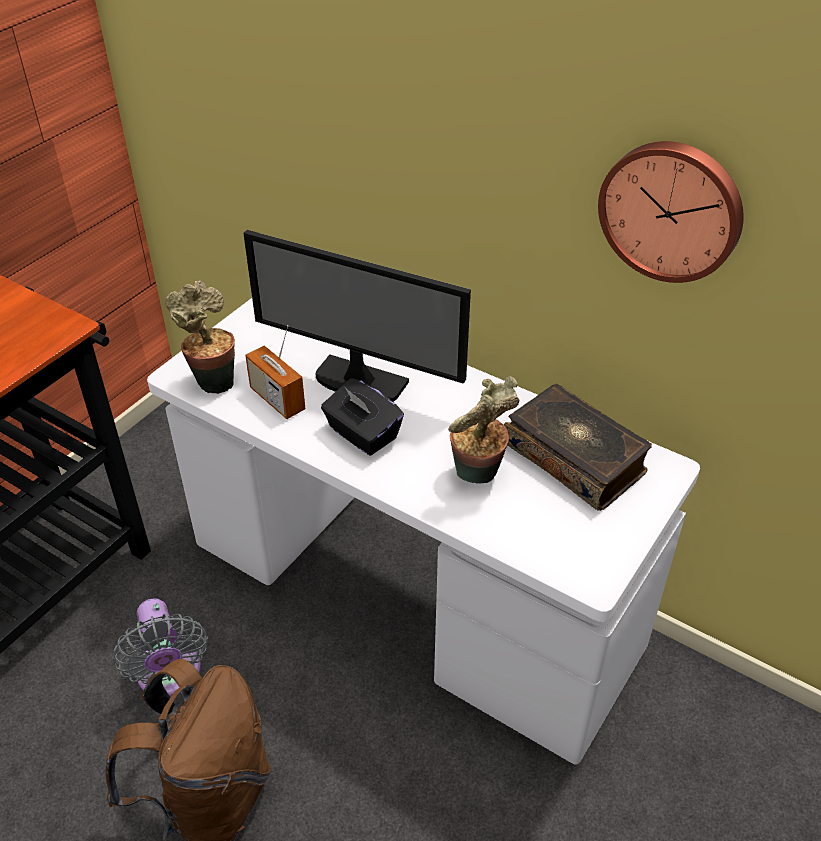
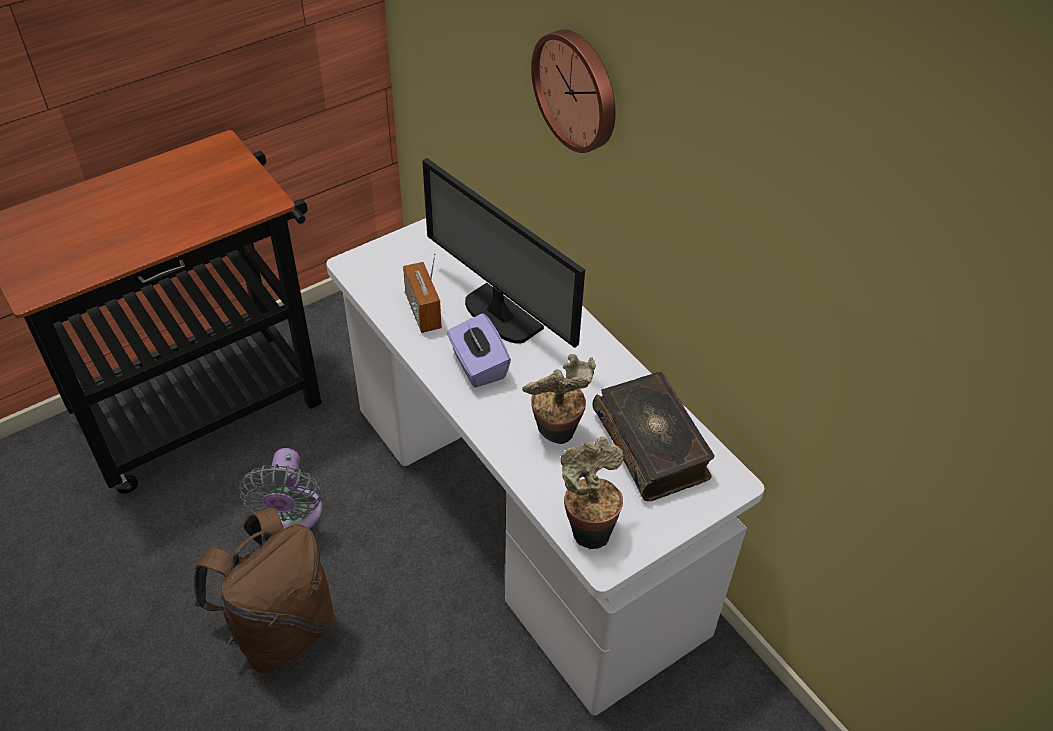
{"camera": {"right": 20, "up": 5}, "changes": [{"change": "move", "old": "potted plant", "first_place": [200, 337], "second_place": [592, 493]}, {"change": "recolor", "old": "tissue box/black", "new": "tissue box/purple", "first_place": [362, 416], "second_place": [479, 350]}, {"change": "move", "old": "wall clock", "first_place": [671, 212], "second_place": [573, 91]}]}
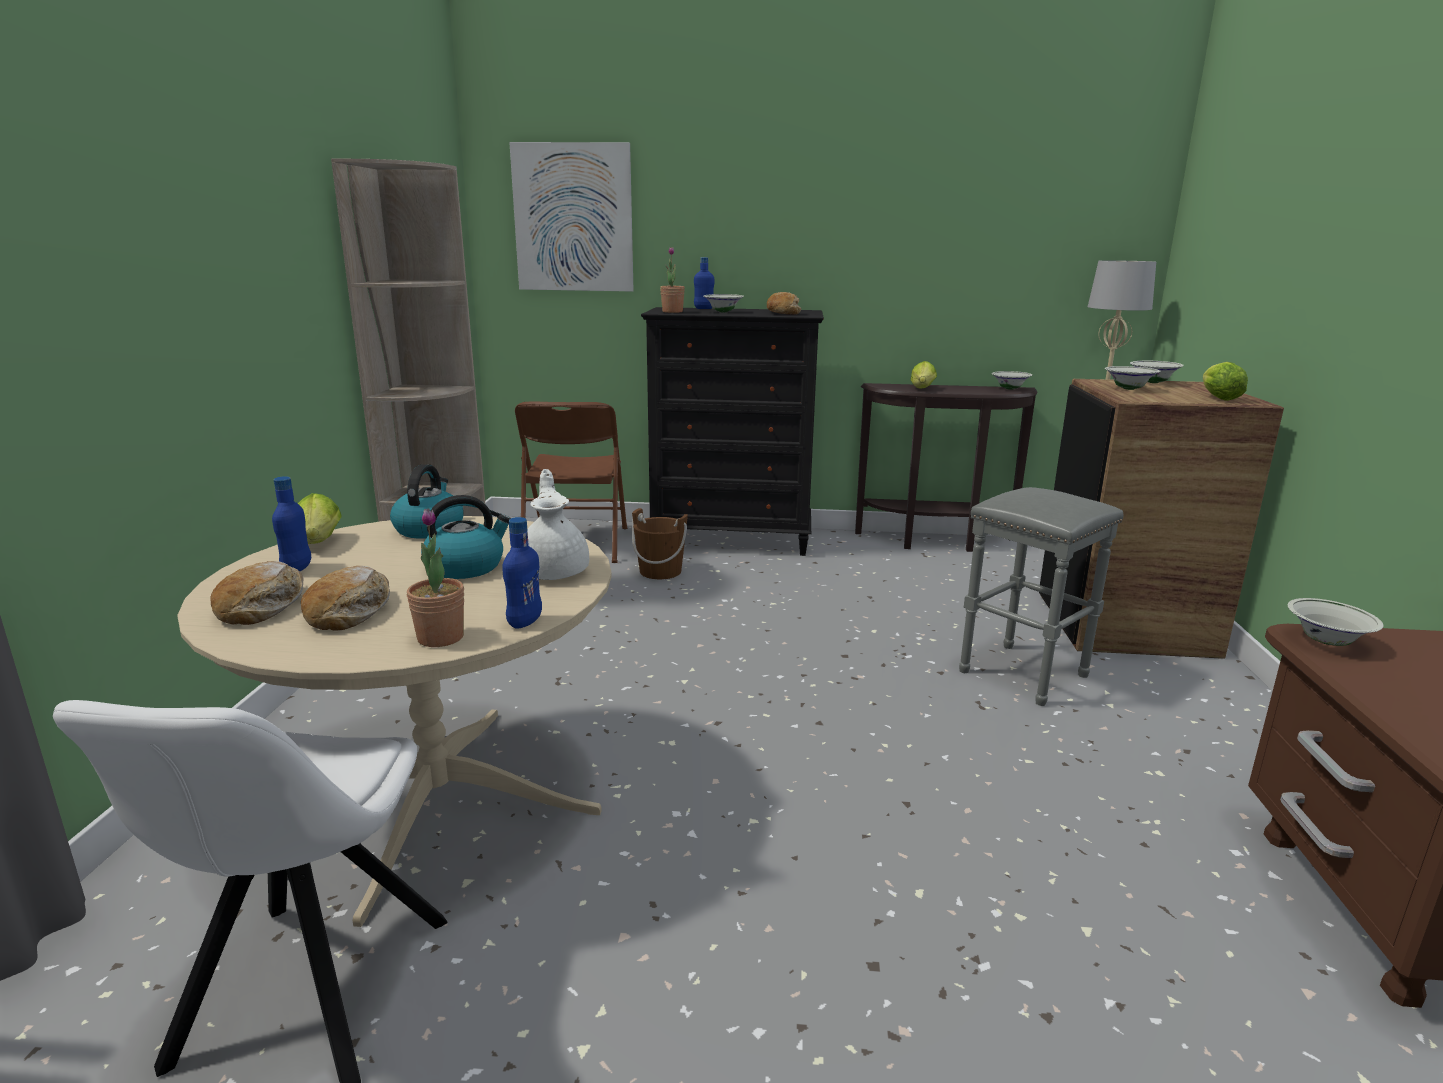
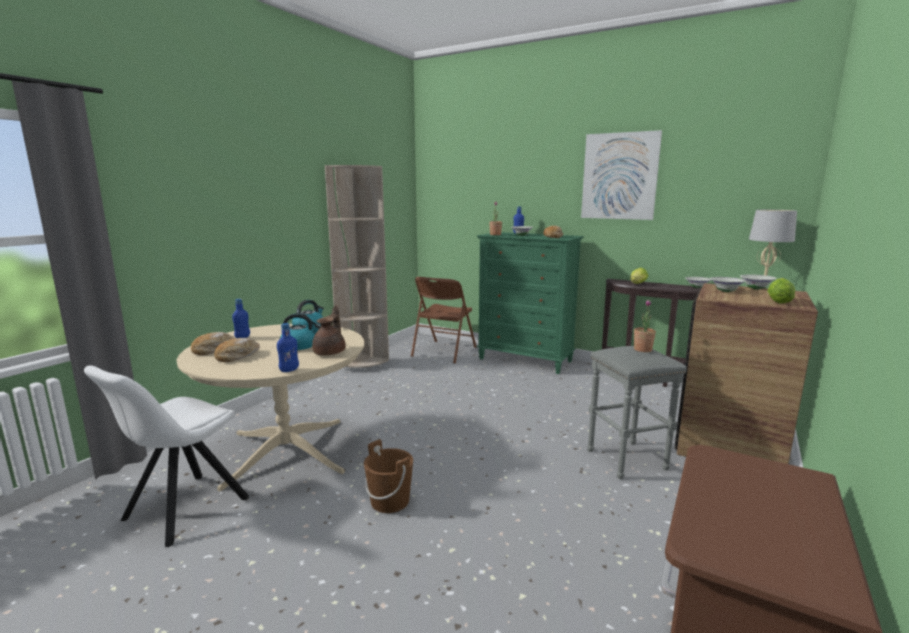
{"camera": {"right": 25, "up": -5}, "changes": [{"change": "delete", "old": "lettuce", "first_place": [320, 518]}, {"change": "move", "old": "potted plant", "first_place": [435, 577], "second_place": [645, 326]}, {"change": "move", "old": "picture", "first_place": [571, 217], "second_place": [621, 175]}, {"change": "recolor", "old": "teapot/white", "new": "teapot/brown", "first_place": [558, 524], "second_place": [329, 330]}, {"change": "move", "old": "bucket/brown", "first_place": [660, 543], "second_place": [388, 476]}, {"change": "recolor", "old": "dresser/black", "new": "dresser/green", "first_place": [732, 431], "second_place": [530, 303]}, {"change": "delete", "old": "bowl/white", "first_place": [1336, 622]}]}
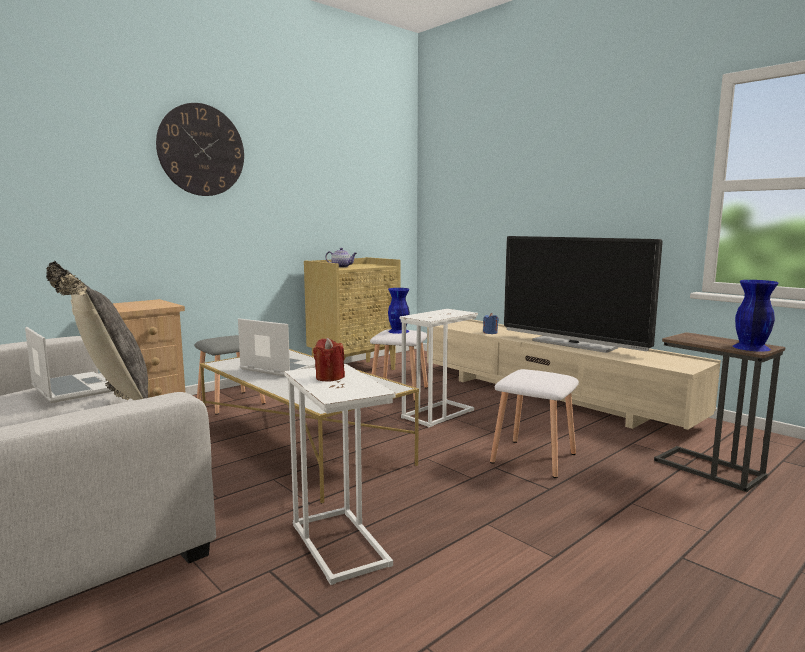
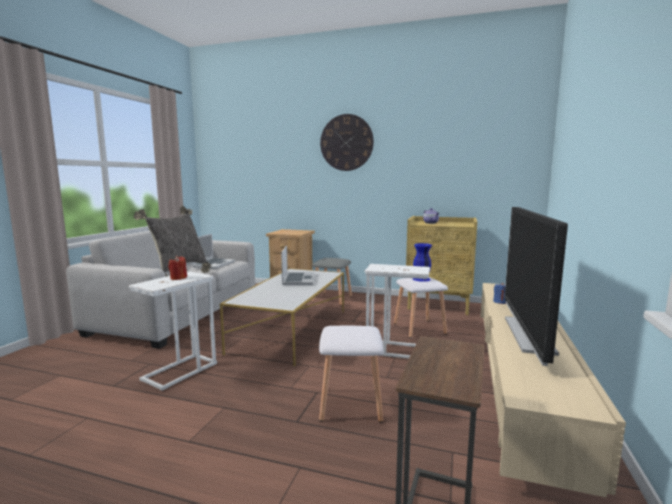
{"camera": {"right": 60, "up": 0}, "changes": [{"change": "delete", "old": "vase/blue", "first_place": [756, 316]}]}
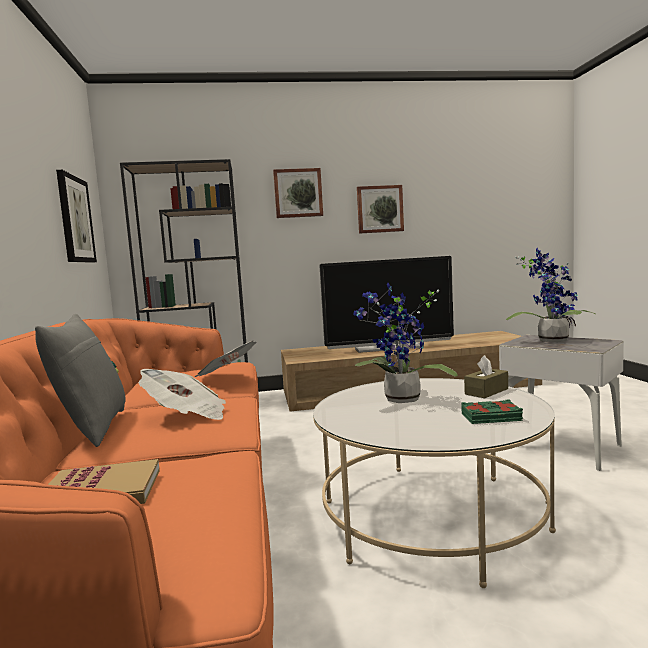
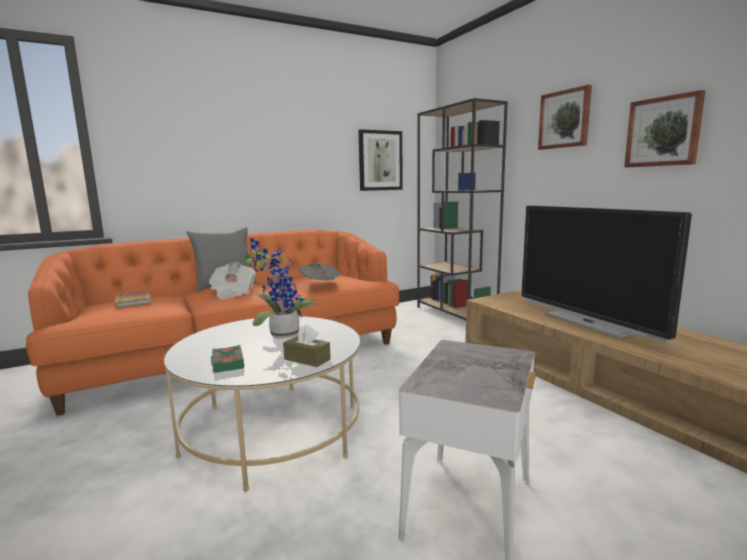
{"camera": {"right": 70, "up": 5}, "changes": [{"change": "delete", "old": "potted plant", "first_place": [551, 295]}]}
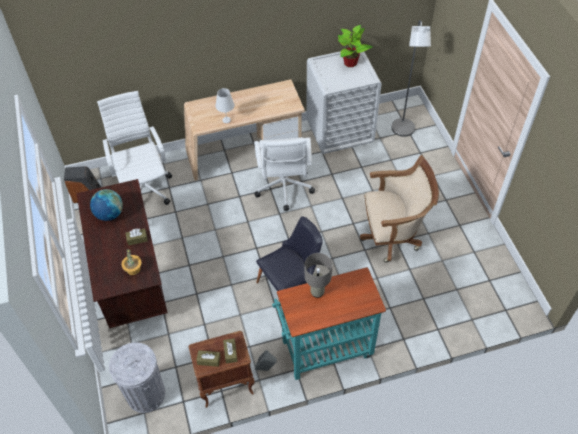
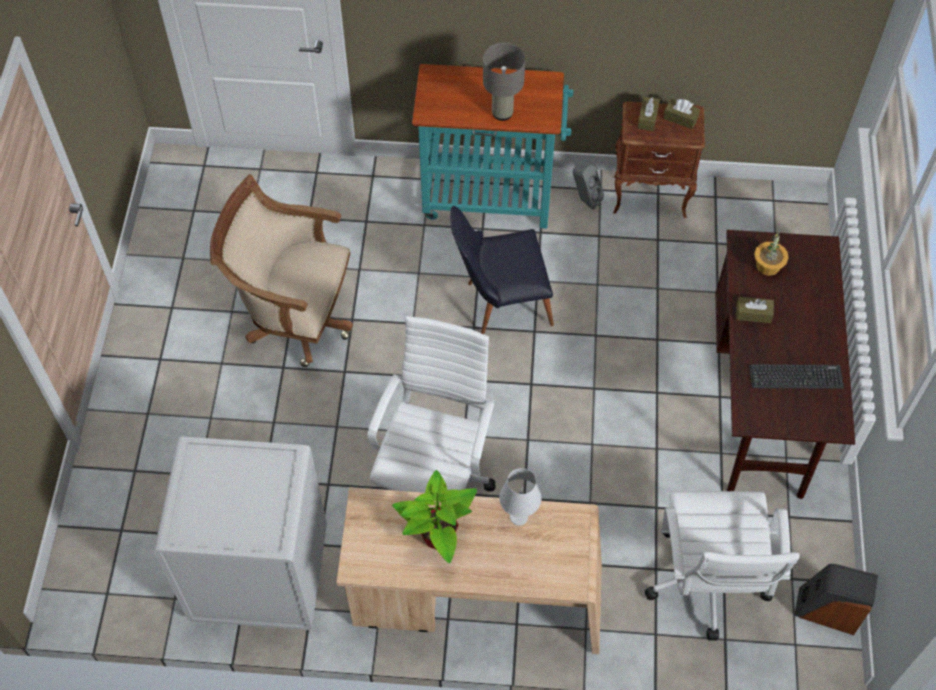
{"camera": {"right": -160, "up": 5}, "changes": [{"change": "replace", "old": "globe", "new": "keyboard", "first_place": [106, 205], "second_place": [796, 376]}, {"change": "delete", "old": "trash can/grey", "first_place": [137, 377]}, {"change": "move", "old": "potted plant", "first_place": [355, 46], "second_place": [434, 516]}, {"change": "delete", "old": "floor lamp/grey", "first_place": [411, 78]}]}
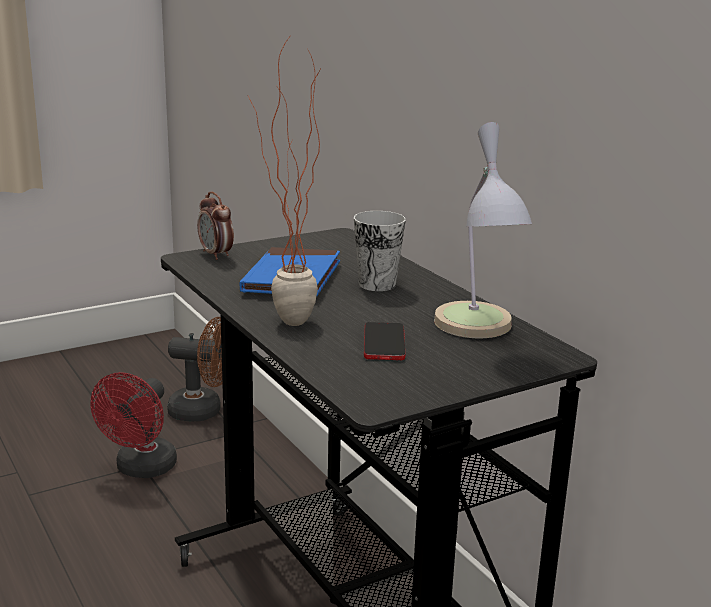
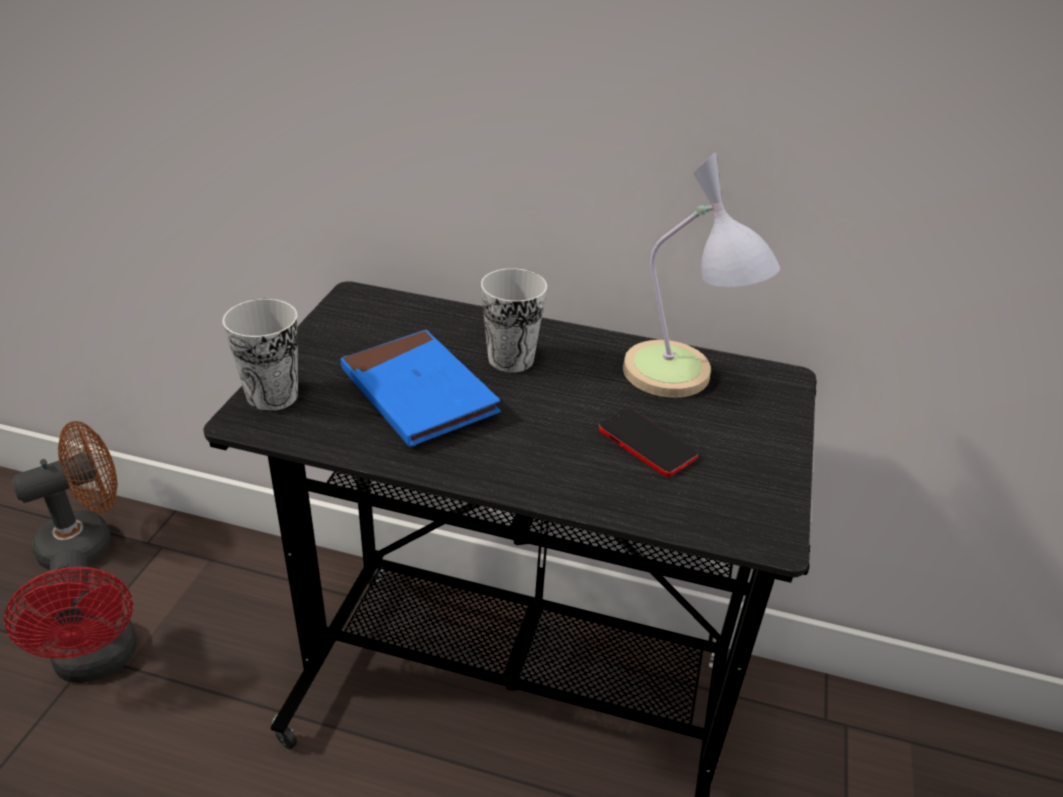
{"camera": {"right": -45, "up": 15}, "changes": [{"change": "replace", "old": "alarm clock", "new": "cup", "first_place": [215, 225], "second_place": [260, 355]}, {"change": "delete", "old": "potted plant", "first_place": [284, 180]}]}
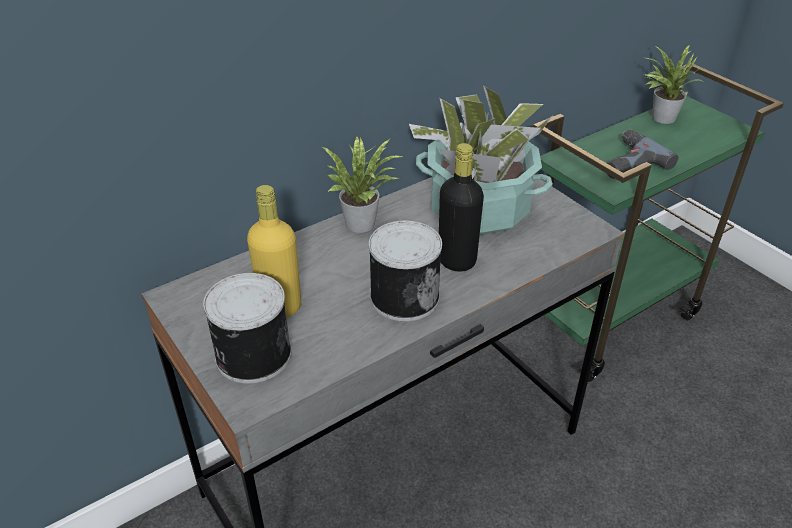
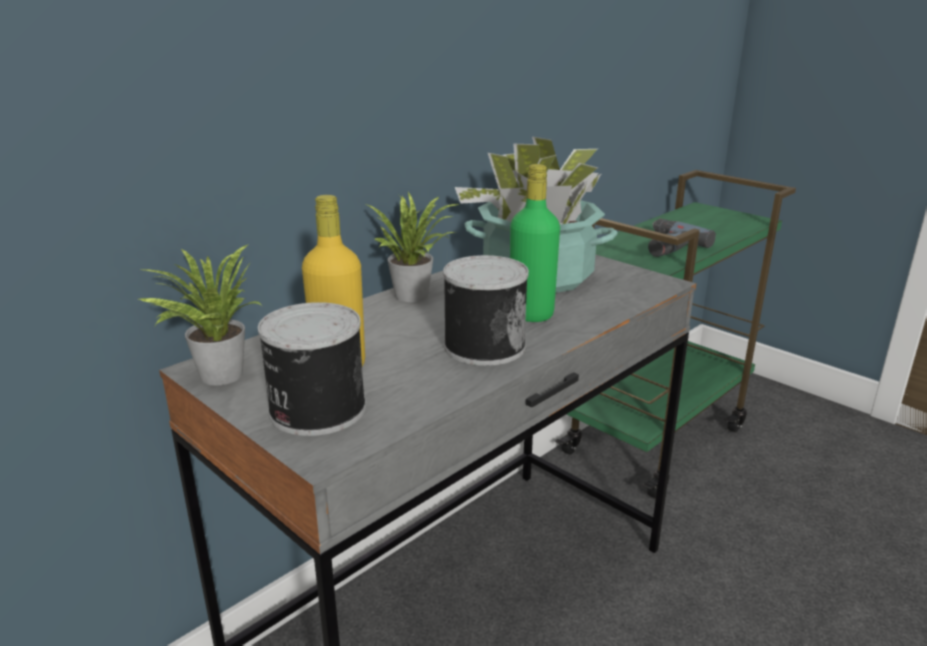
{"camera": {"right": -10, "up": -15}, "changes": [{"change": "recolor", "old": "bottle/black", "new": "bottle/green", "first_place": [461, 207], "second_place": [535, 243]}, {"change": "move", "old": "potted plant", "first_place": [672, 84], "second_place": [200, 315]}]}
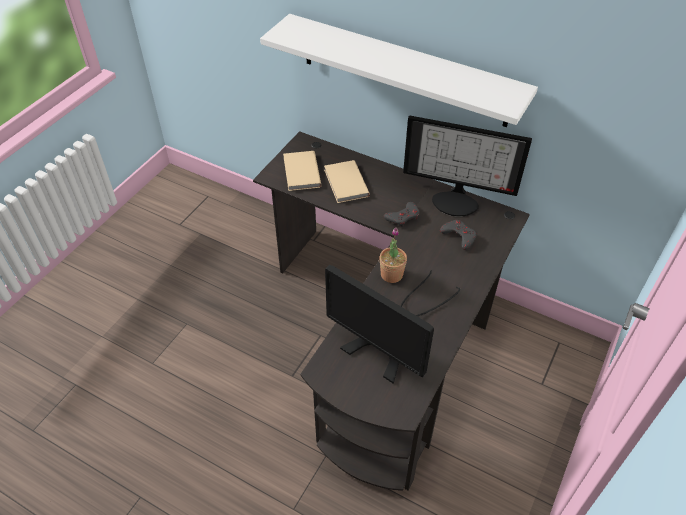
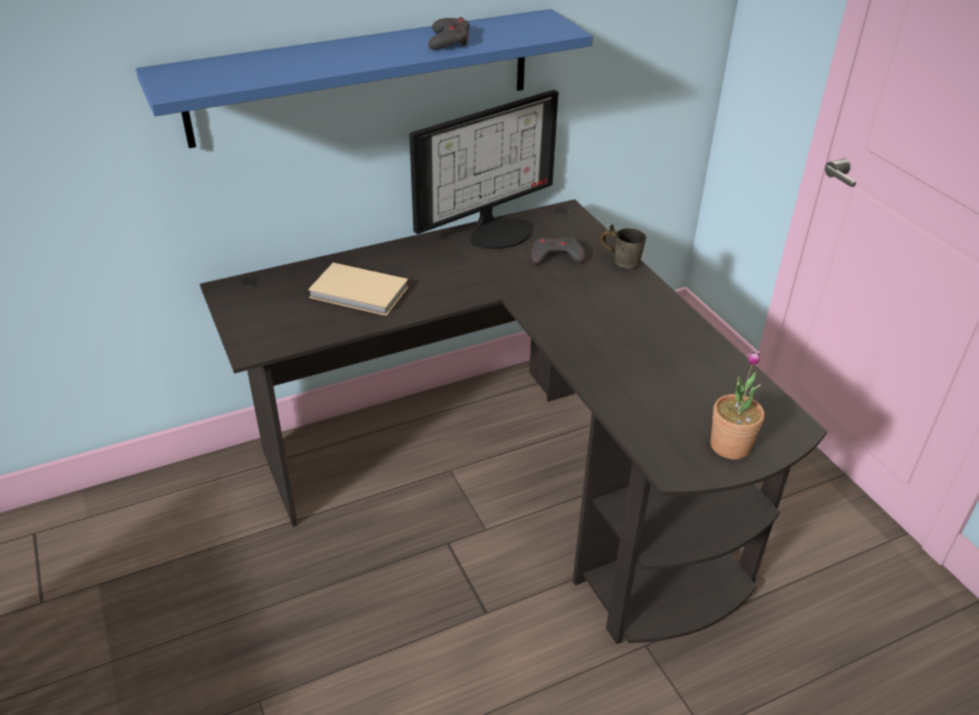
{"camera": {"right": -55, "up": -10}, "changes": [{"change": "recolor", "old": "shelf/white", "new": "shelf/blue", "first_place": [399, 70], "second_place": [364, 78]}, {"change": "delete", "old": "book/beige", "first_place": [302, 171]}, {"change": "delete", "old": "monitor", "first_place": [392, 324]}, {"change": "move", "old": "potted plant", "first_place": [393, 255], "second_place": [738, 404]}, {"change": "move", "old": "game controller/grey", "first_place": [402, 214], "second_place": [449, 33]}, {"change": "insert", "new": "mug/grey", "second_place": [623, 246]}]}
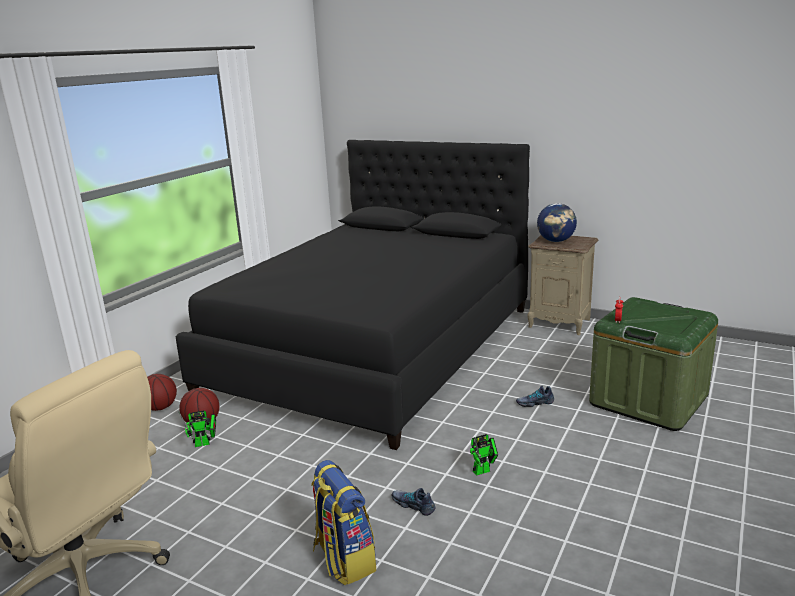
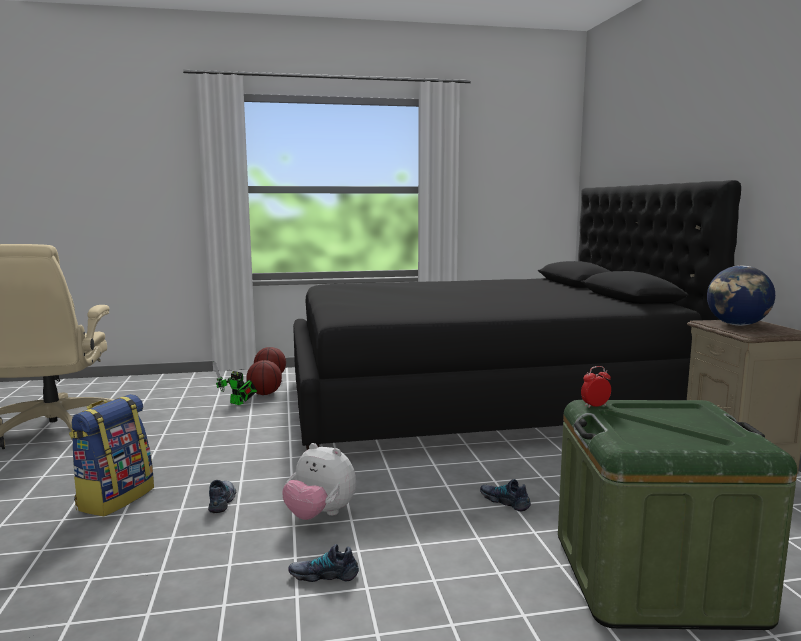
{"camera": {"right": 50, "up": -10}, "changes": [{"change": "replace", "old": "toy robot", "new": "plush toy", "first_place": [484, 455], "second_place": [319, 481]}, {"change": "insert", "new": "shoe", "second_place": [323, 563]}]}
